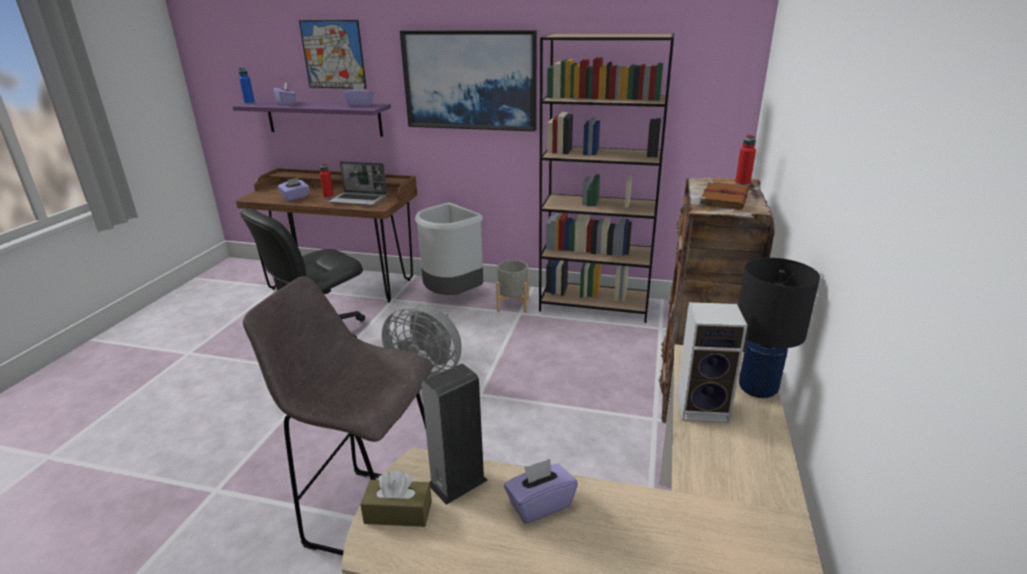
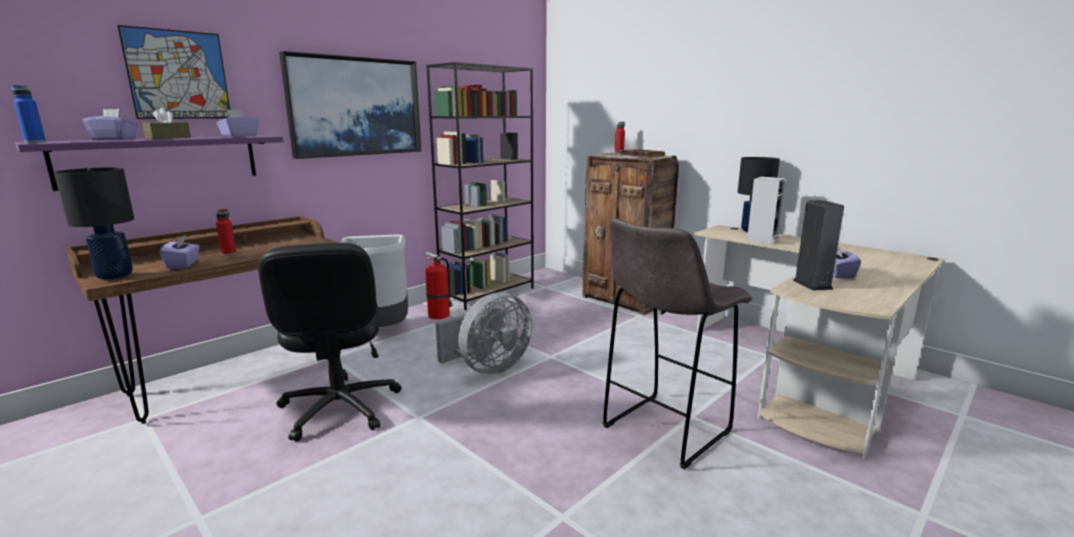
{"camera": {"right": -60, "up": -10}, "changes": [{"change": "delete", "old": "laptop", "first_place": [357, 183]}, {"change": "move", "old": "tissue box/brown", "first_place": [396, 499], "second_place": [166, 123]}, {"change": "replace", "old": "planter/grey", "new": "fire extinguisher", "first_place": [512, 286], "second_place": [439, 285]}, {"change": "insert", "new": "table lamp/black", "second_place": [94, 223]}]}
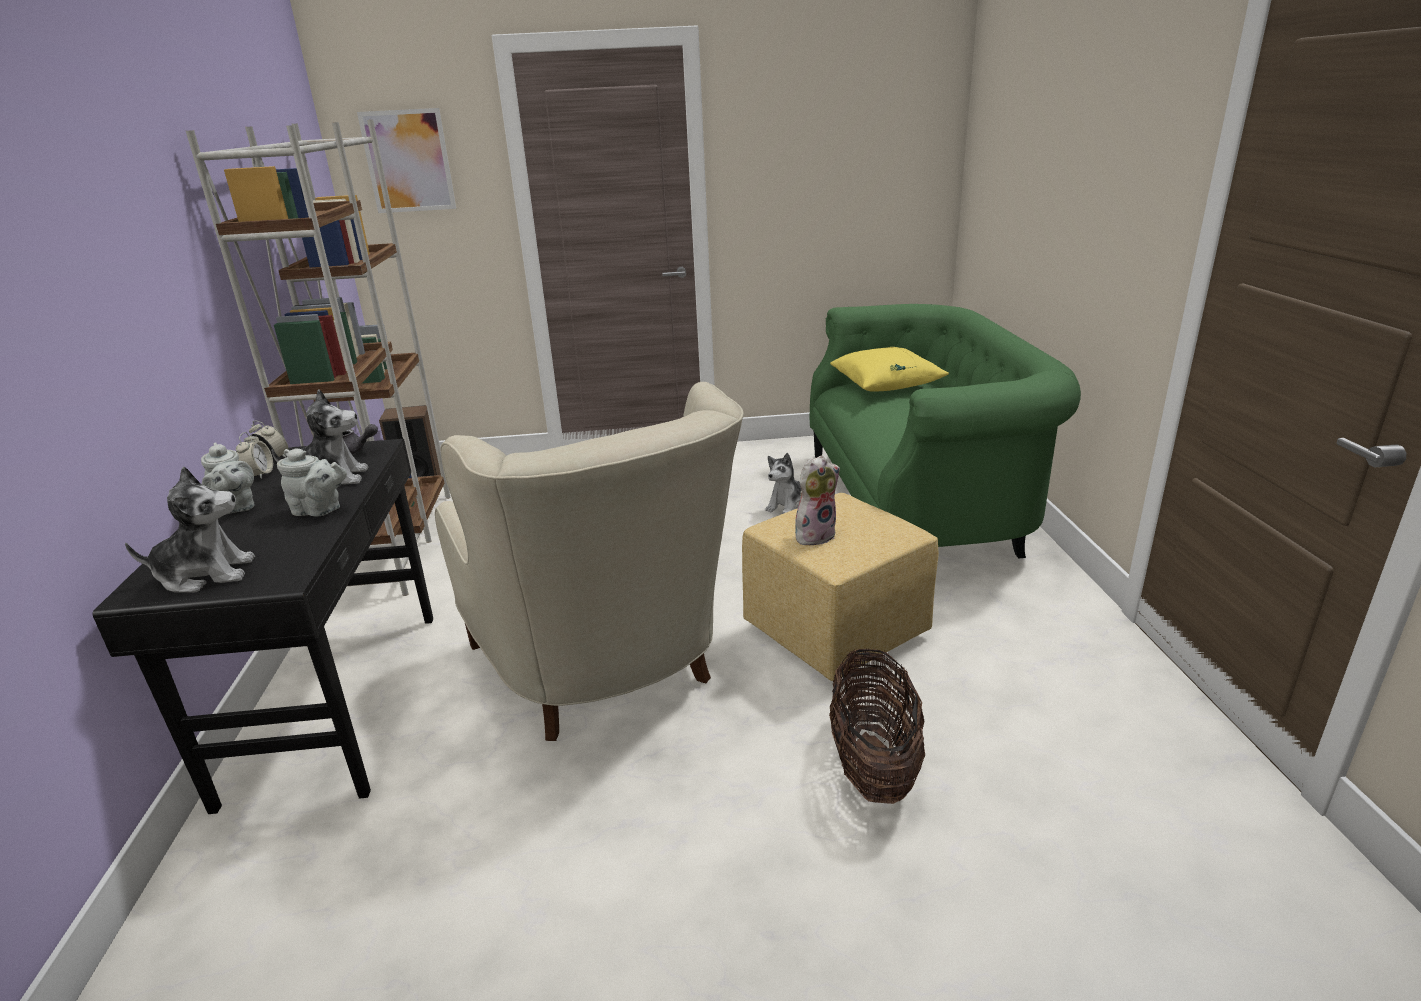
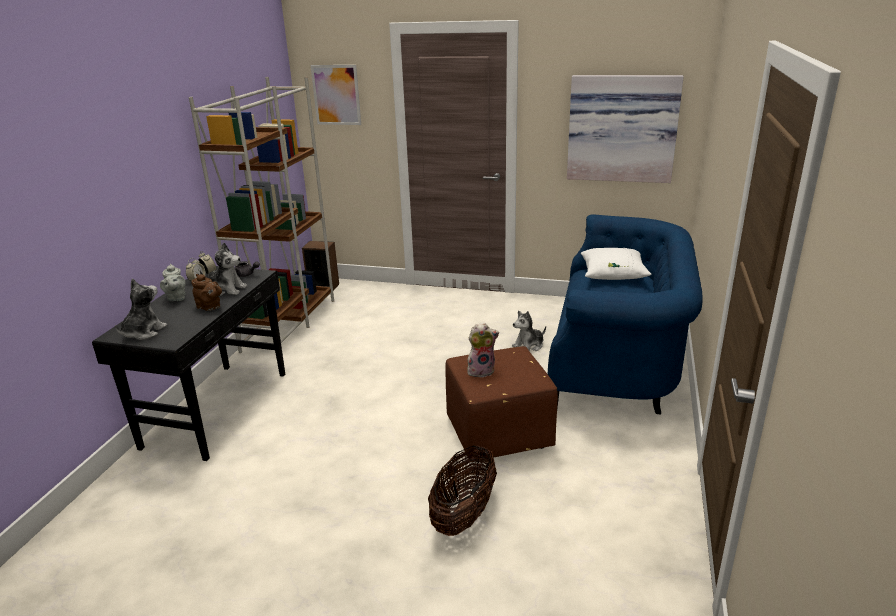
{"camera": {"right": 20, "up": 0}, "changes": [{"change": "rotate", "old": "plush toy", "first_place": [190, 529], "second_place": [141, 309], "degrees": -75}, {"change": "recolor", "old": "teapot/grey", "new": "teapot/brown", "first_place": [312, 483], "second_place": [206, 292]}, {"change": "delete", "old": "armchair/beige", "first_place": [589, 561]}, {"change": "recolor", "old": "ottoman/yellow", "new": "ottoman/brown", "first_place": [840, 587], "second_place": [501, 402]}, {"change": "recolor", "old": "sofa/green", "new": "sofa/blue", "first_place": [945, 431], "second_place": [625, 314]}, {"change": "recolor", "old": "pillow/yellow", "new": "pillow/white", "first_place": [889, 369], "second_place": [616, 264]}, {"change": "insert", "new": "picture", "second_place": [625, 129]}]}
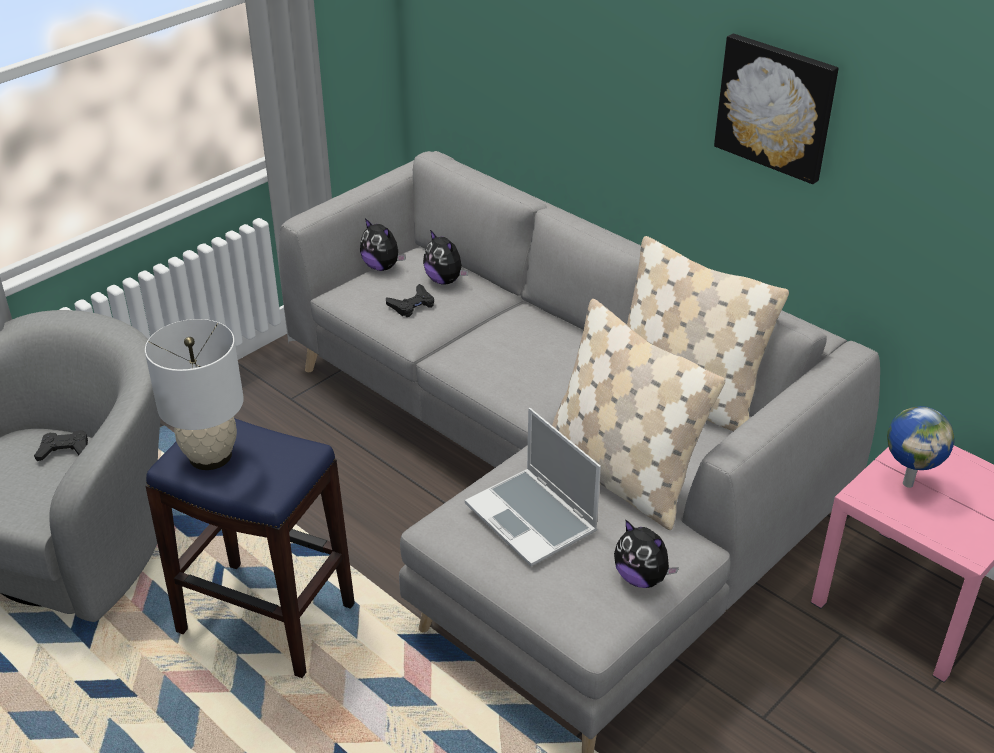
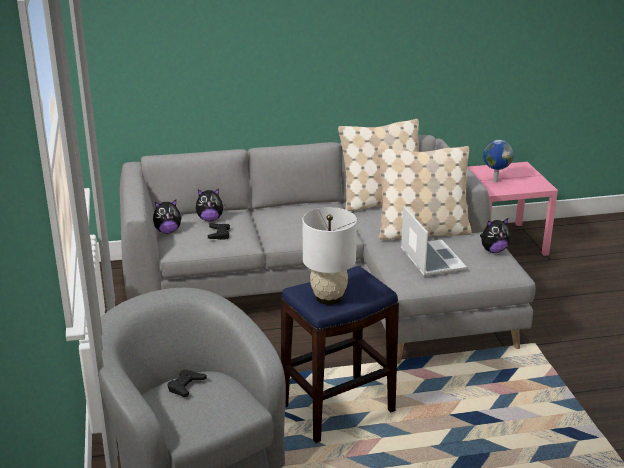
{"camera": {"right": -55, "up": -10}, "changes": [{"change": "rotate", "old": "laptop", "first_place": [533, 487], "second_place": [434, 241], "degrees": -105}, {"change": "delete", "old": "picture", "first_place": [776, 109]}]}
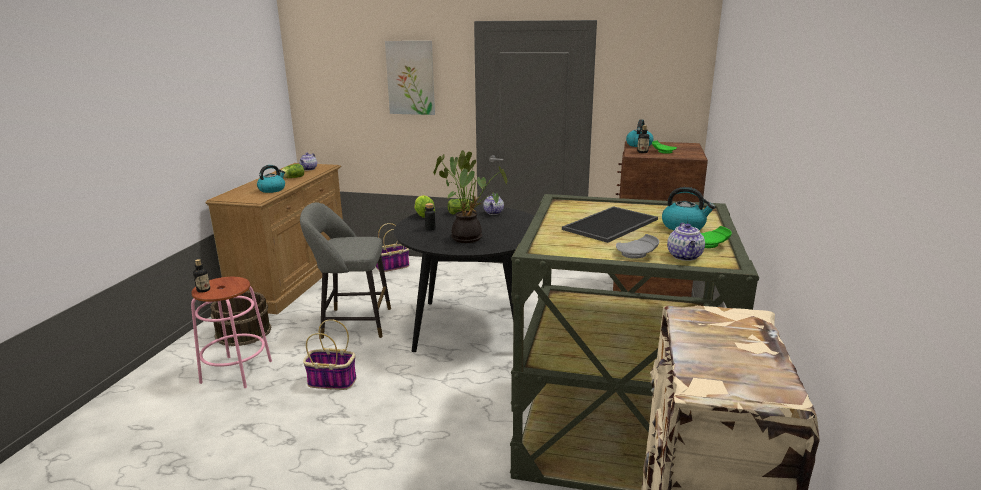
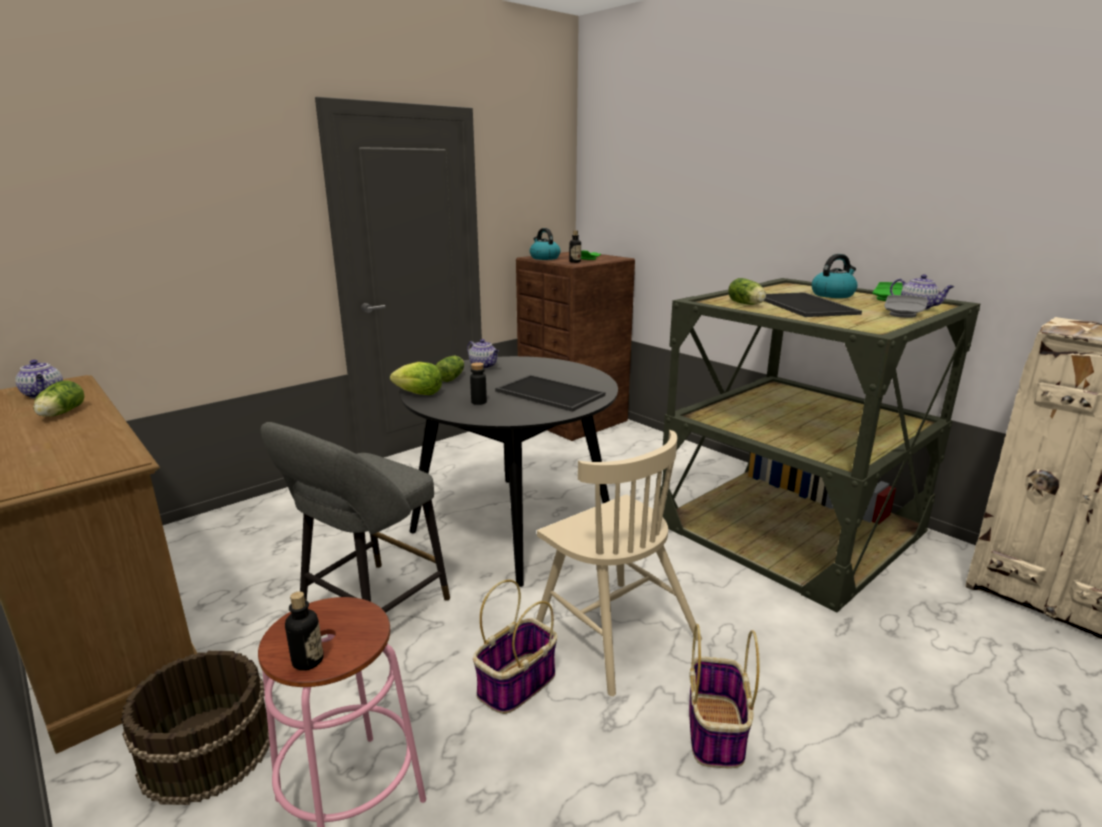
{"camera": {"right": -55, "up": 0}, "changes": [{"change": "delete", "old": "kettle", "first_place": [271, 179]}, {"change": "move", "old": "basket", "first_place": [392, 247], "second_place": [724, 696]}, {"change": "delete", "old": "picture", "first_place": [410, 78]}, {"change": "replace", "old": "potted plant", "new": "tray", "first_place": [470, 196], "second_place": [550, 393]}, {"change": "insert", "new": "chair/beige", "second_place": [619, 563]}, {"change": "insert", "new": "lettuce", "second_place": [747, 291]}]}
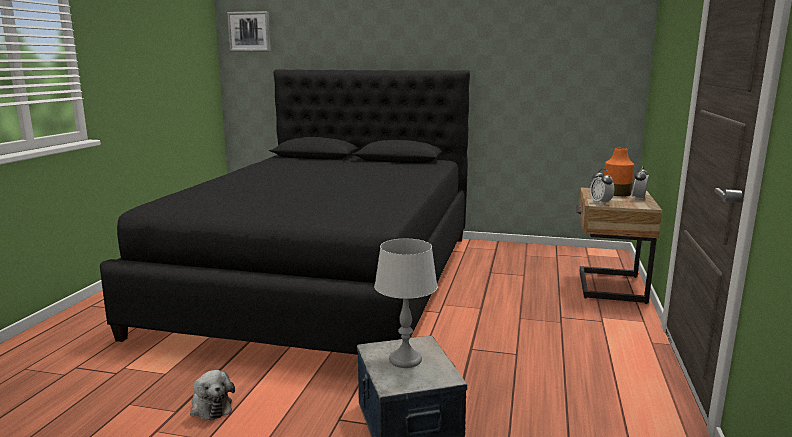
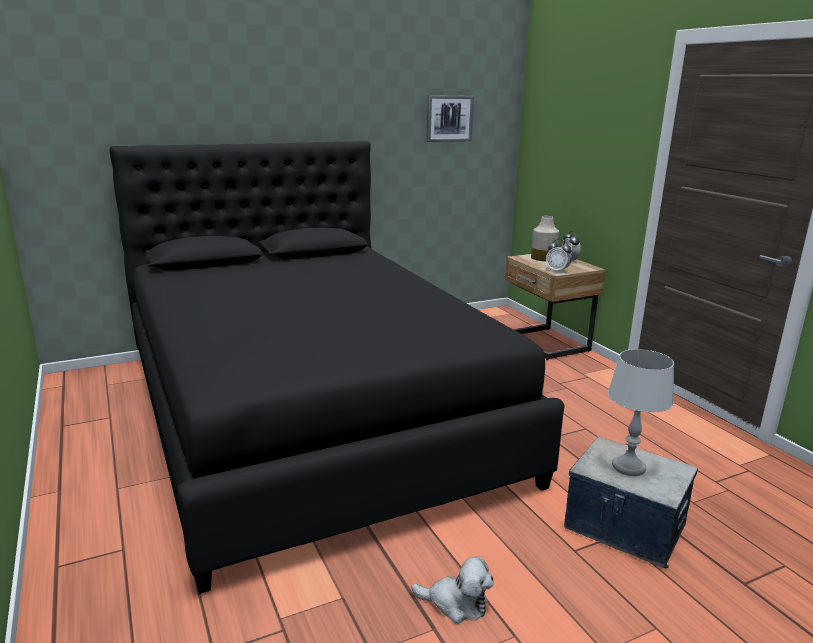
{"camera": {"right": -40, "up": 5}, "changes": [{"change": "move", "old": "picture", "first_place": [249, 31], "second_place": [450, 118]}, {"change": "recolor", "old": "vase/orange", "new": "vase/beige", "first_place": [619, 172], "second_place": [545, 238]}]}
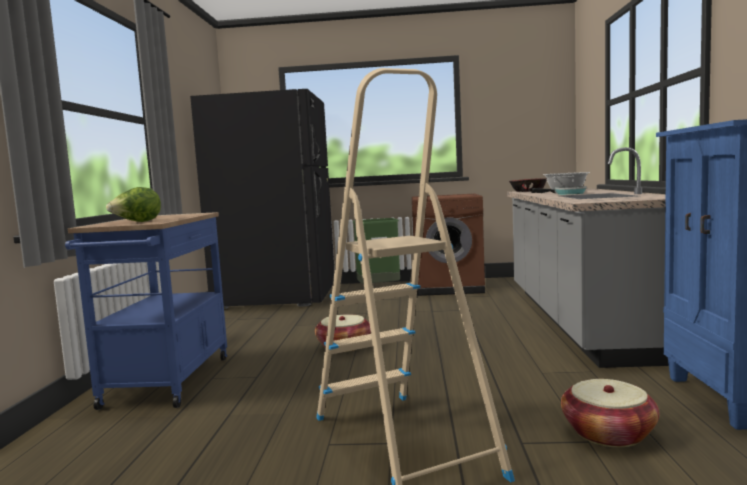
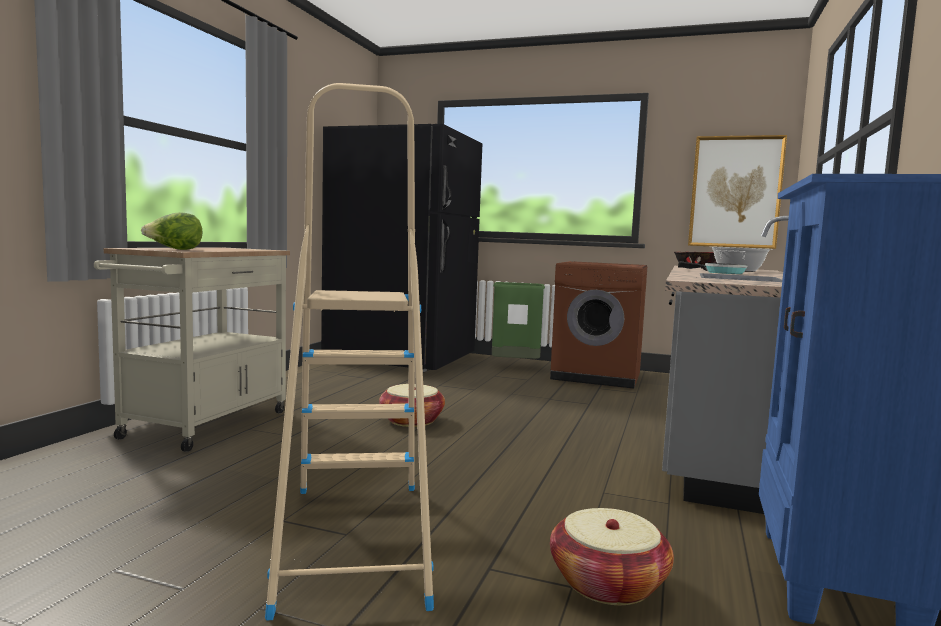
{"camera": {"right": 15, "up": 0}, "changes": [{"change": "recolor", "old": "cart/blue", "new": "cart/beige", "first_place": [146, 311], "second_place": [192, 349]}, {"change": "insert", "new": "picture", "second_place": [737, 192]}]}
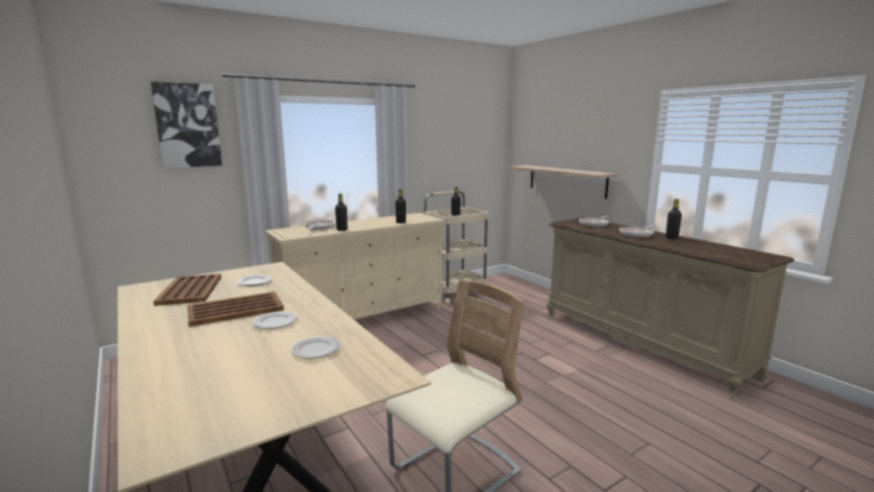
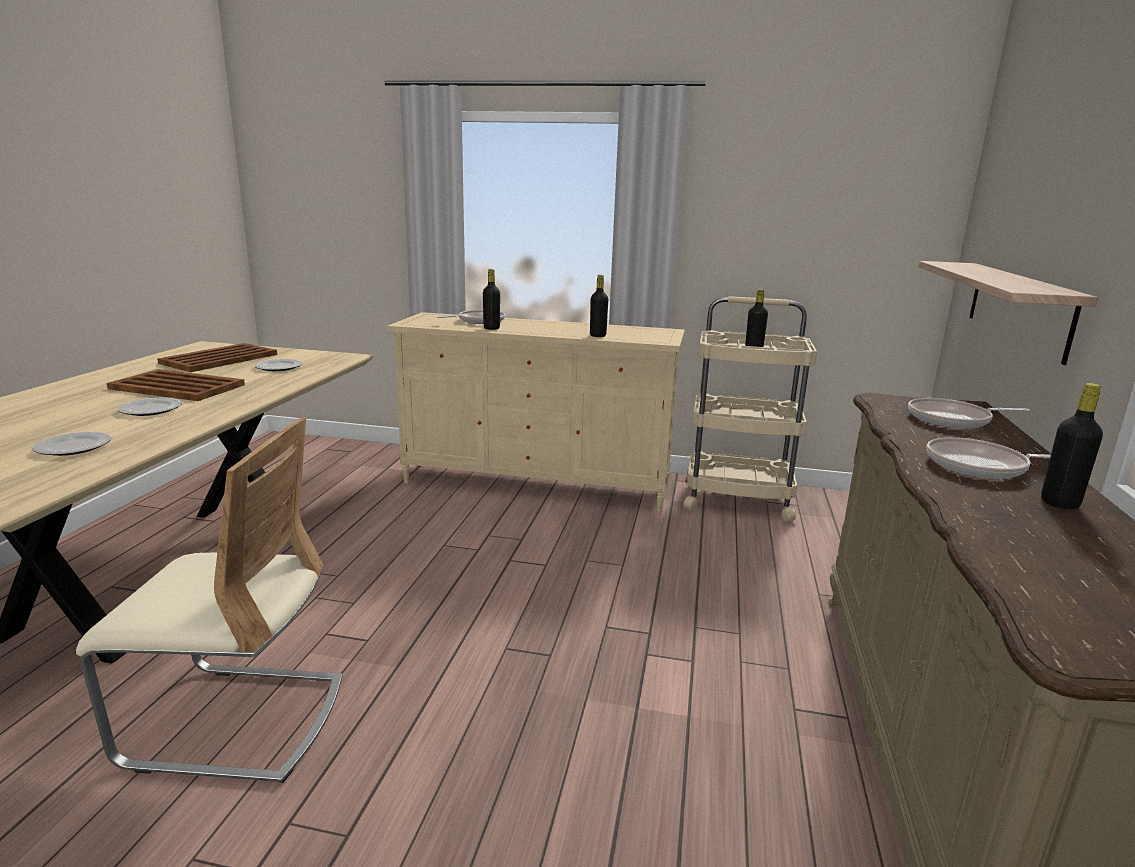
{"camera": {"right": 45, "up": 5}, "changes": [{"change": "delete", "old": "picture", "first_place": [186, 125]}]}
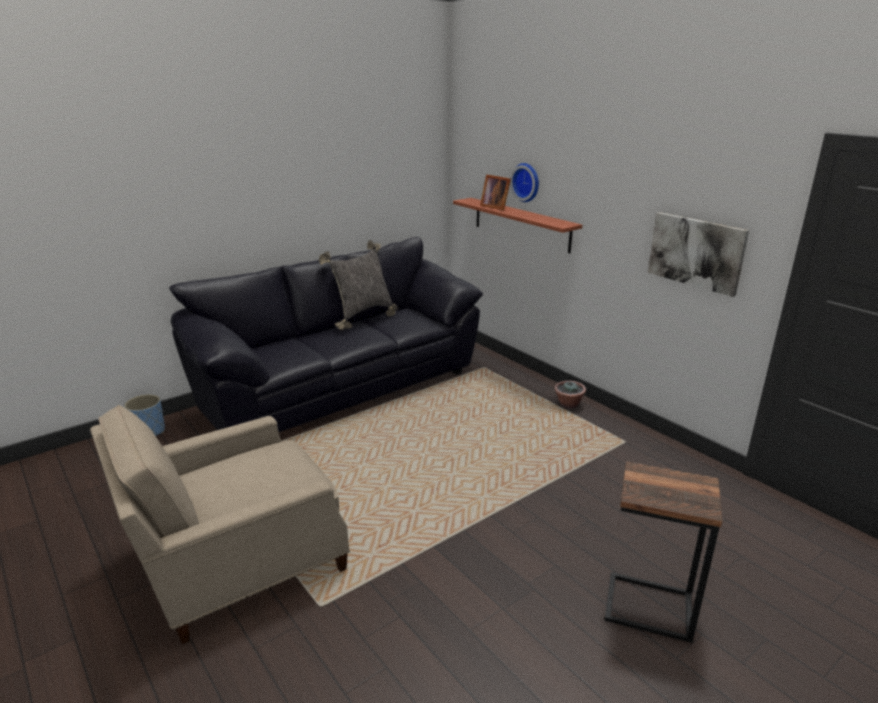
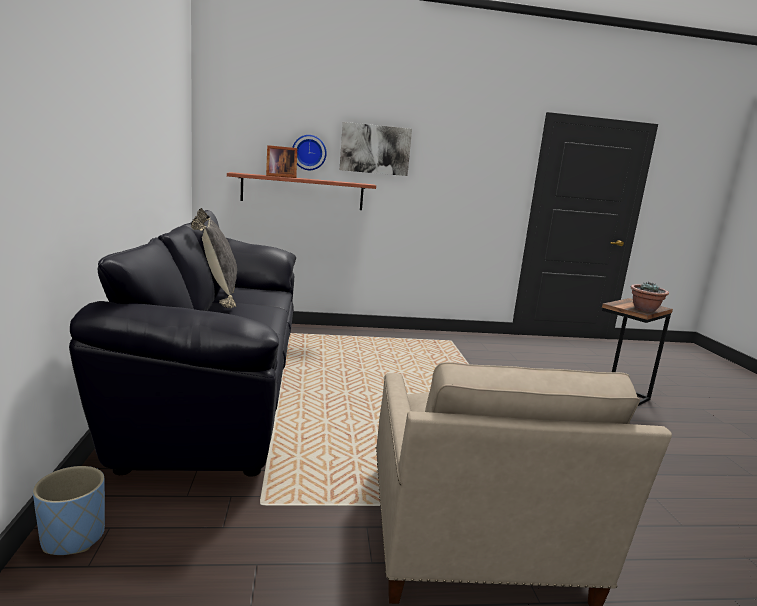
{"camera": {"right": -60, "up": -10}, "changes": [{"change": "move", "old": "potted plant", "first_place": [570, 395], "second_place": [650, 297]}, {"change": "move", "old": "picture", "first_place": [698, 254], "second_place": [376, 149]}]}
